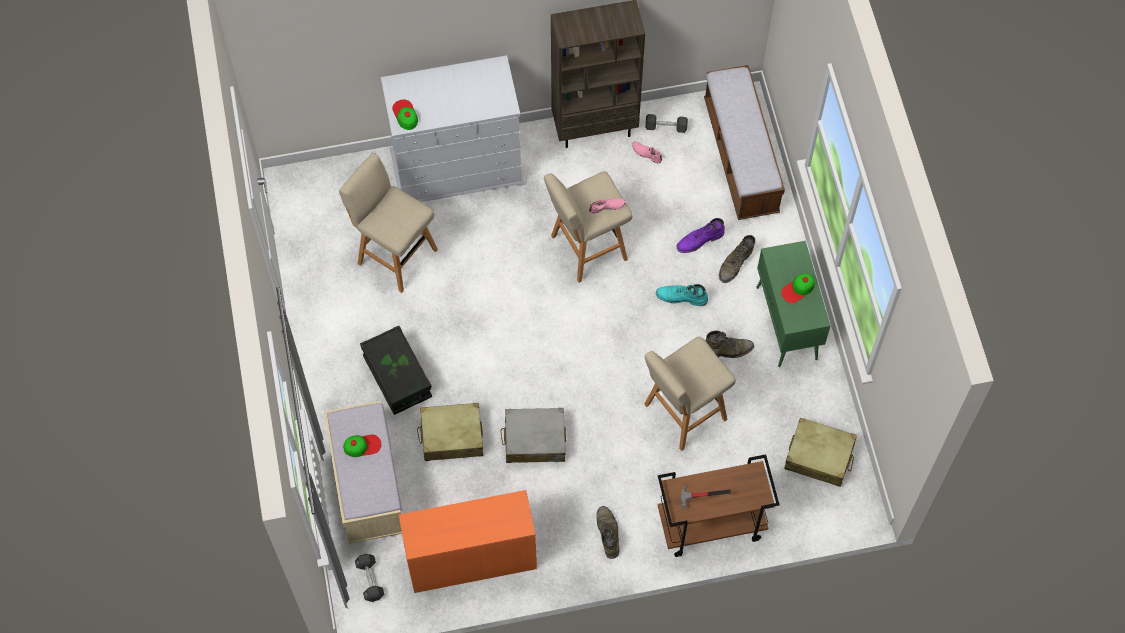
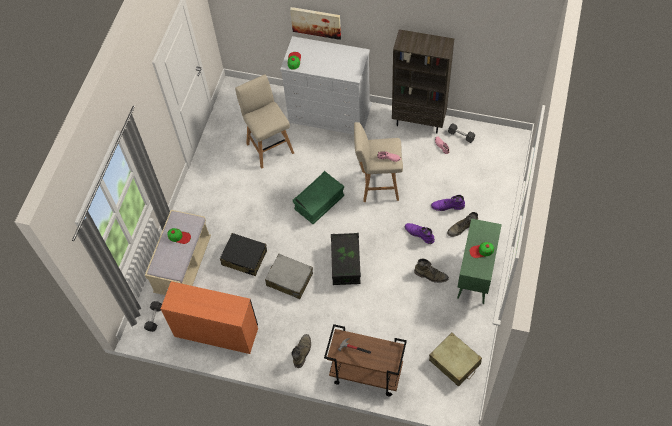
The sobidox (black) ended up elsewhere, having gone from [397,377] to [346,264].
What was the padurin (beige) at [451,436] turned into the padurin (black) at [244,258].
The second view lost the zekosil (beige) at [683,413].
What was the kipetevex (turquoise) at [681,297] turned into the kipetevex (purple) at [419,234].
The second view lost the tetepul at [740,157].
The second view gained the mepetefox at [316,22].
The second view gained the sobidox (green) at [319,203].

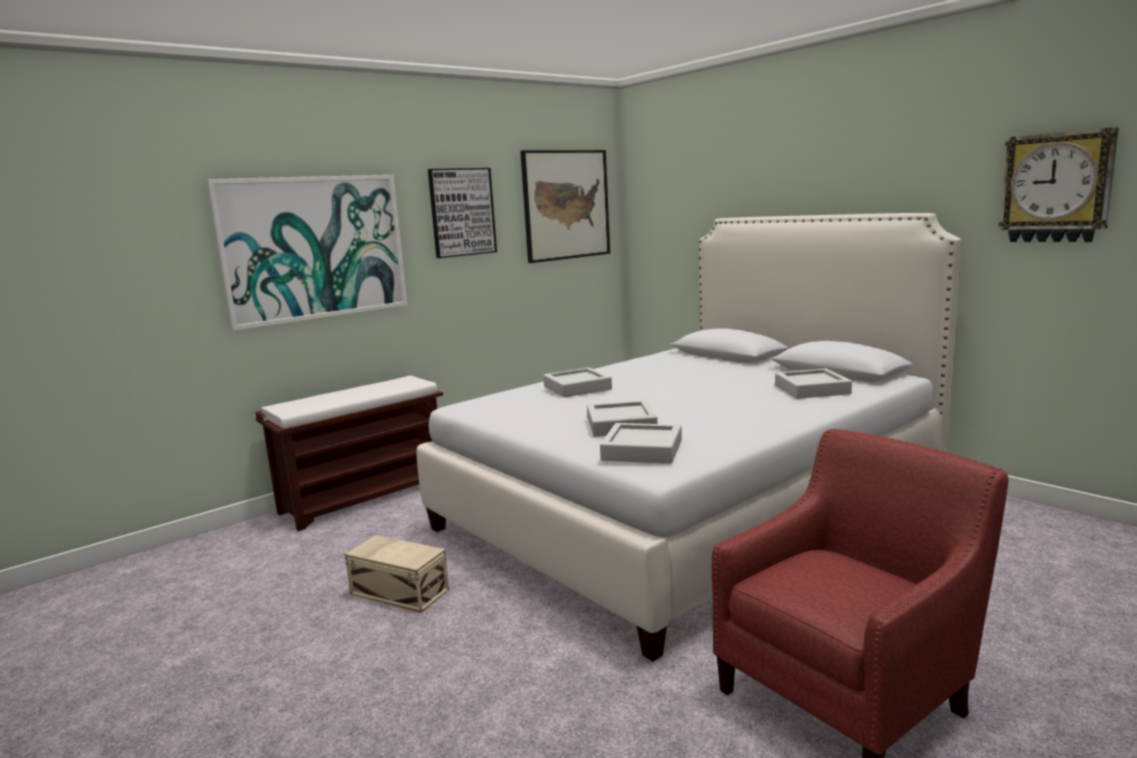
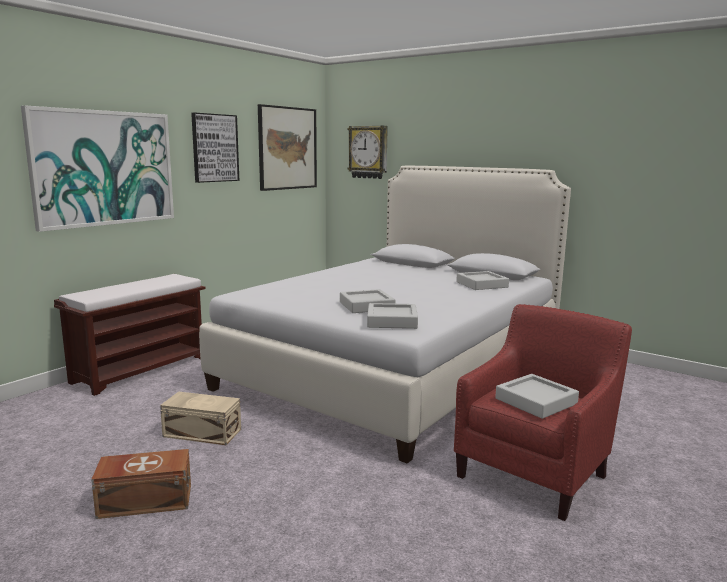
The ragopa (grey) ended up elsewhere, having gone from [577,388] to [536,401].
The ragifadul ended up elsewhere, having gone from [1056,188] to [368,152].
The second view gained the sobidox (brown) at [144,500].

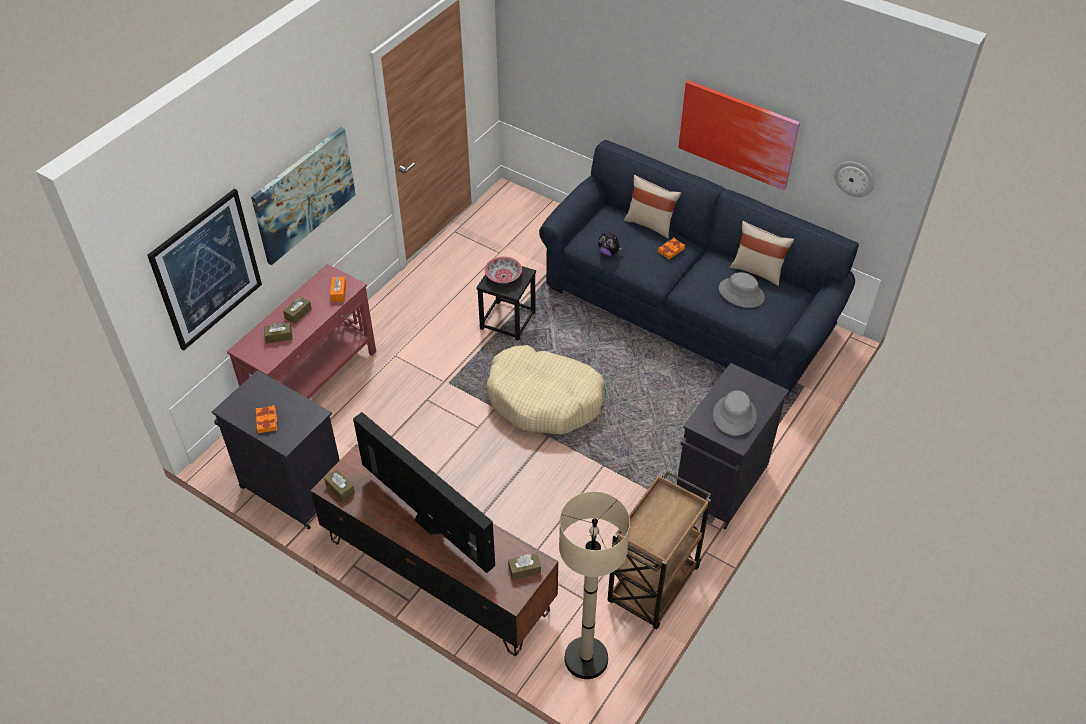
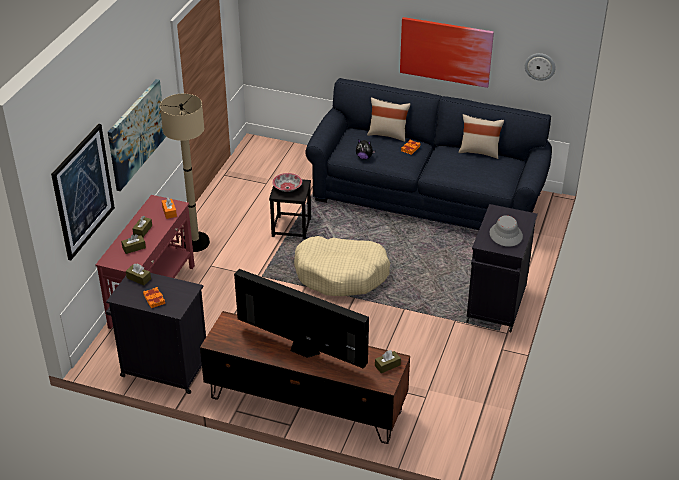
The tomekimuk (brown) ended up elsewhere, having gone from [340,489] to [138,278].
The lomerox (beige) ended up elsewhere, having gone from [586,658] to [195,243].
The second view lost the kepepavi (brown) at [652,587].
The second view lost the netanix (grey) at [741,293].

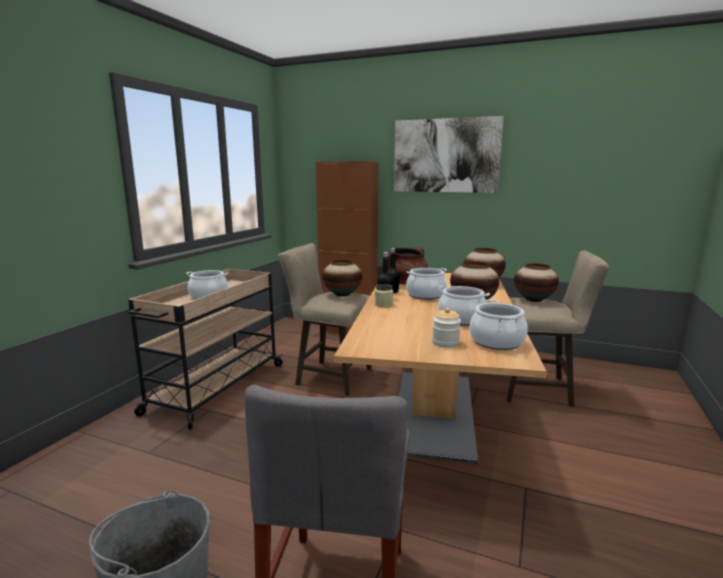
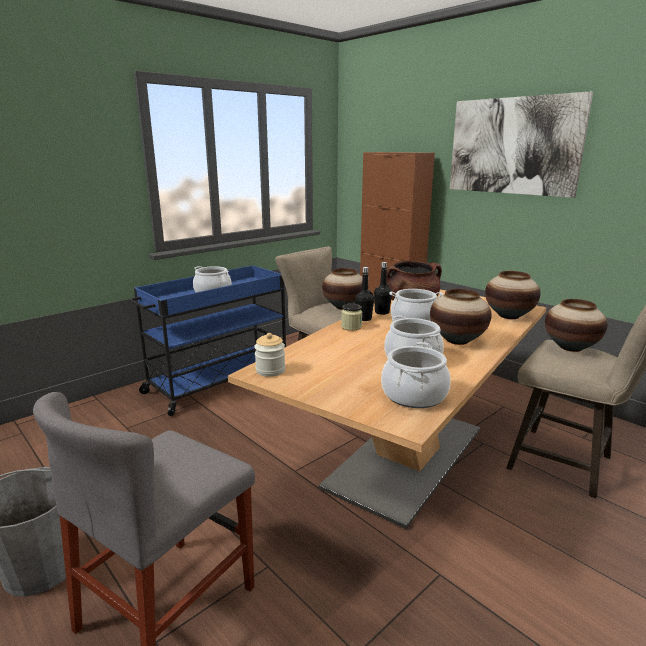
What was the kepepavi (beige) at [215,388] turned into the kepepavi (blue) at [218,382].
The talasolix ended up elsewhere, having gone from [445,343] to [270,370].

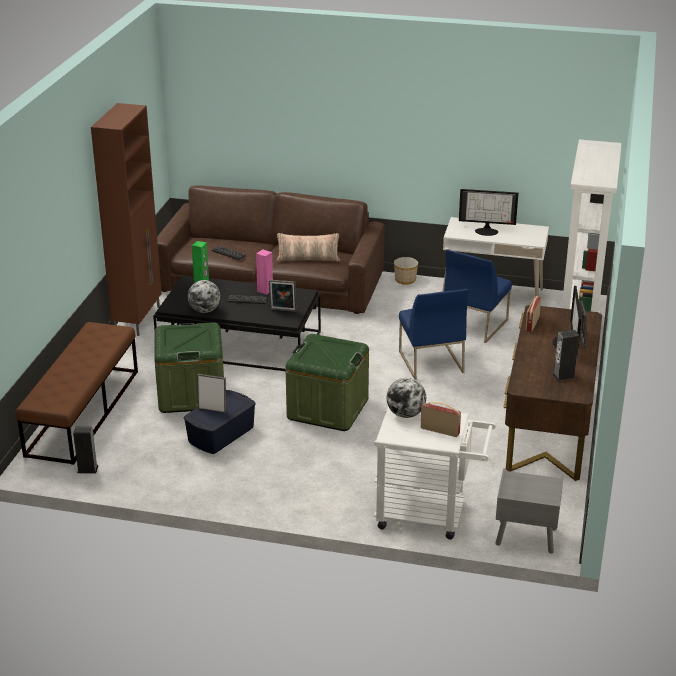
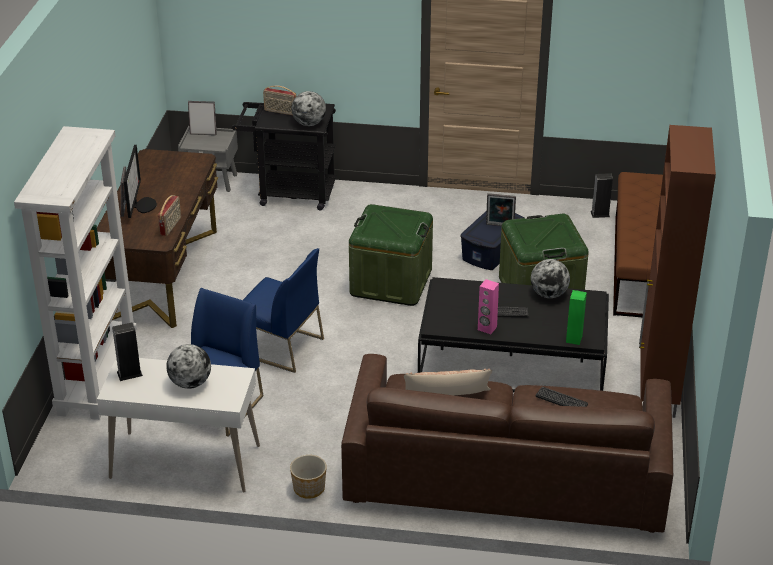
The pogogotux ended up elsewhere, having gone from [282,311] to [203,133].
What was the kepepavi (white) at [429,515] turned into the kepepavi (black) at [289,193].
The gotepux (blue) at [430,361] ended up facing another way, 135 degrees clockwise from before.
Where the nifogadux stood at [487,230], the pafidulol came to stand at [190,383].
The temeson ended up elsewhere, having gone from [564,376] to [129,374].

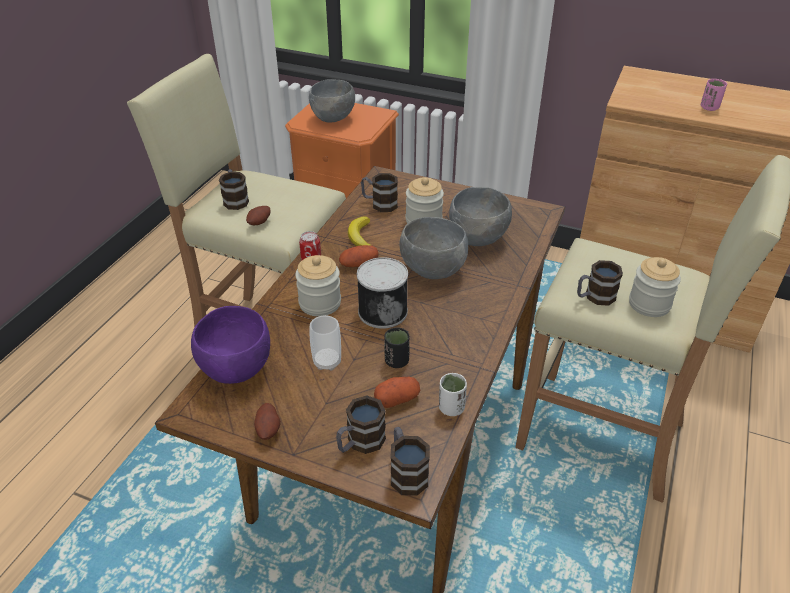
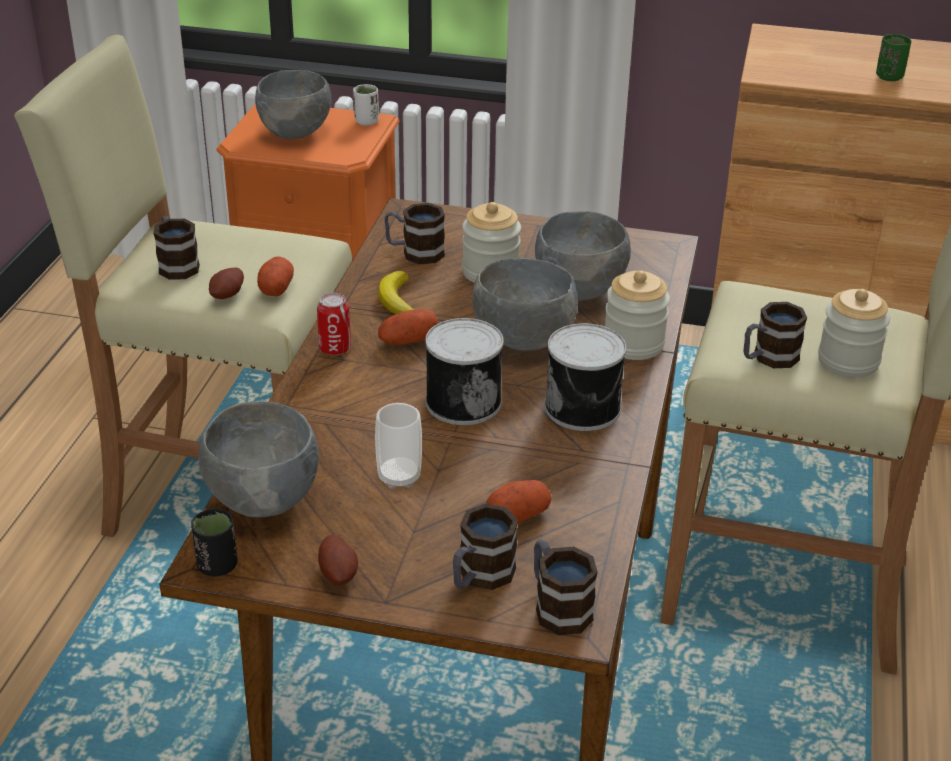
What was the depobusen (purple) at [236,369] turned into the depobusen (grey) at [262,500].
The talasolix ended up elsewhere, having gone from [320,303] to [633,344].
The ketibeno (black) ended up elsewhere, having gone from [396,361] to [217,566].
The ketibeno (white) ended up elsewhere, having gone from [451,408] to [366,121].
What was the ketibeno (pink) at [709,107] turned into the ketibeno (green) at [889,77].
The second view gained the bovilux at [276,288].
The second view gained the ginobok at [584,408].

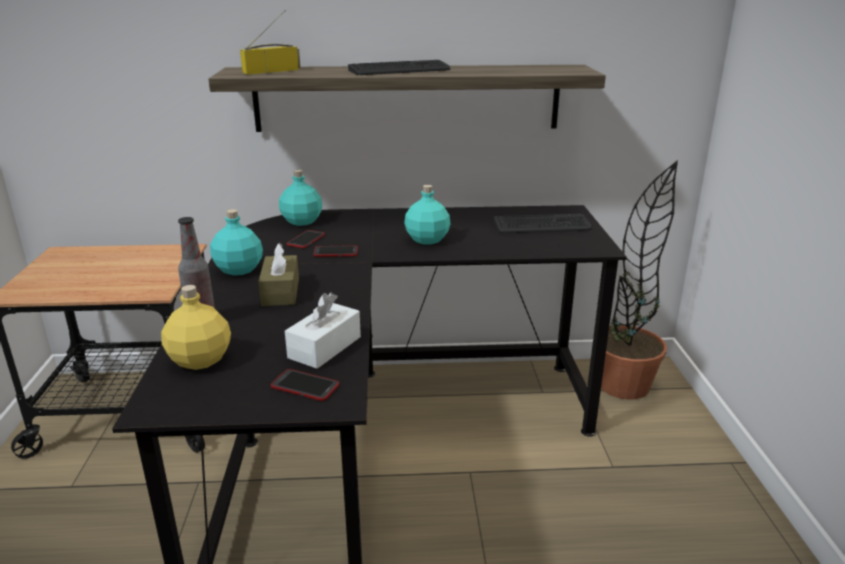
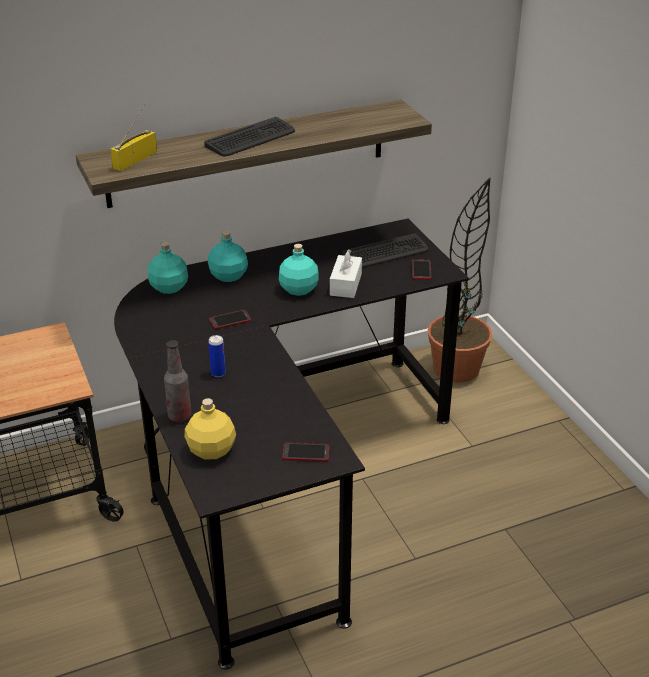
The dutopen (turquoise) ended up elsewhere, having gone from [239,270] to [229,276].
Where the tomekimuk (brown) stood at [280,291], the ginobok came to stand at [218,373].
The tomekimuk (white) ended up elsewhere, having gone from [325,347] to [345,284].
The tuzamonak ended up elsewhere, having gone from [306,240] to [421,270].

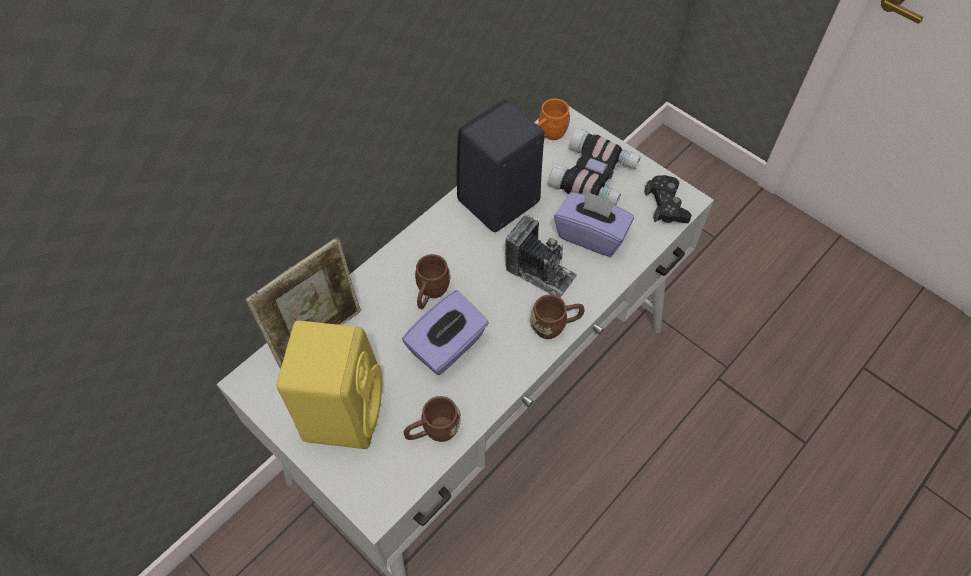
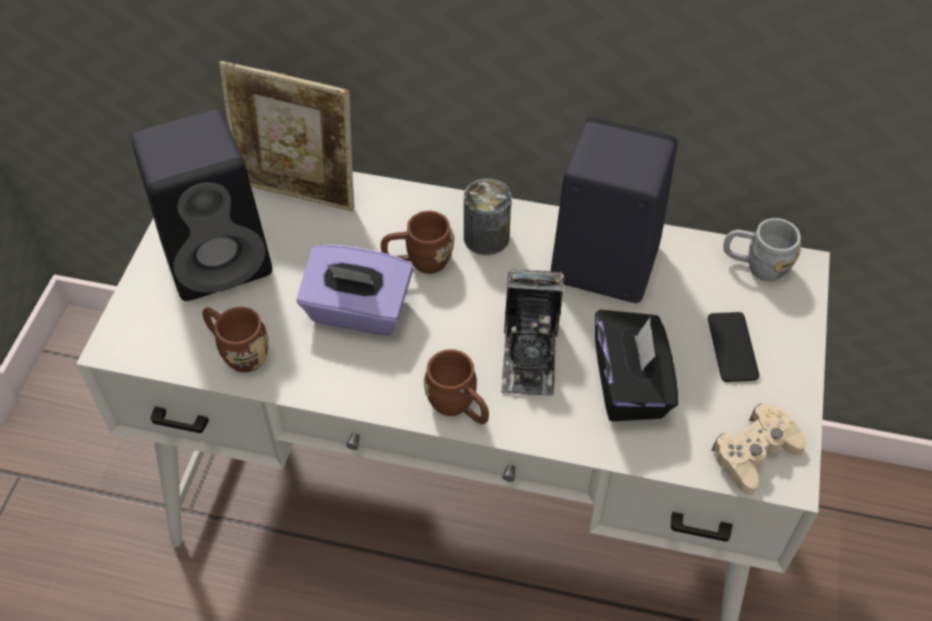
What was the temeson (yellow) at [343,409] turned into the temeson (black) at [221,257].
What was the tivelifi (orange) at [548,135] turned into the tivelifi (grey) at [755,265].
Where the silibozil stood at [595,176], the tuzamonak came to stand at [732,347].
What was the tomekimuk (purple) at [591,235] turned into the tomekimuk (black) at [630,385].
What was the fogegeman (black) at [666,205] turned into the fogegeman (beige) at [755,453].
The second view gained the ginobok at [486,237].

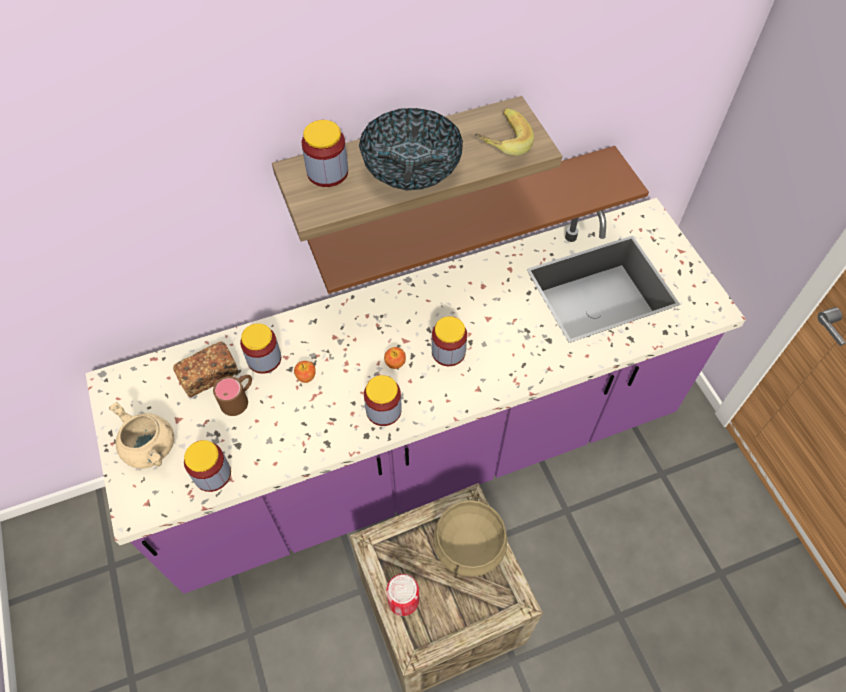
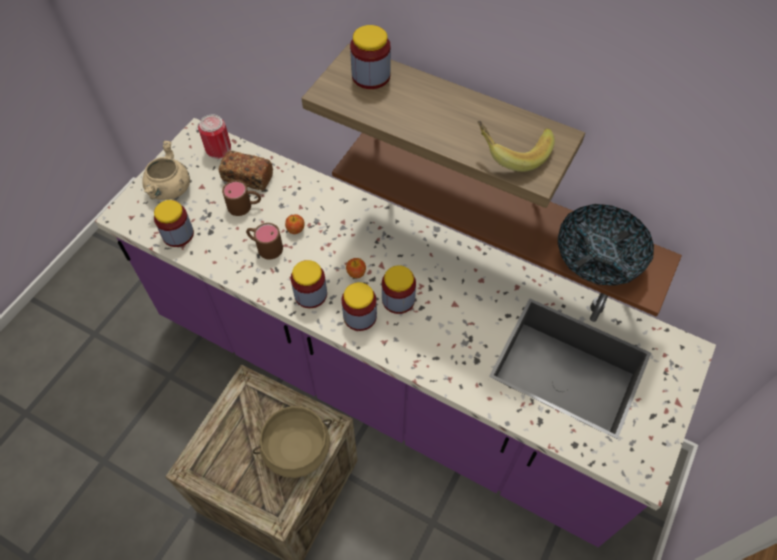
The talasolix ended up elsewhere, having gone from [264,359] to [360,316].
The depobusen ended up elsewhere, having gone from [411,170] to [597,260].
The ginobok ended up elsewhere, having gone from [403,600] to [218,149].
The second view gained the tivelifi (brown) at [265,246].

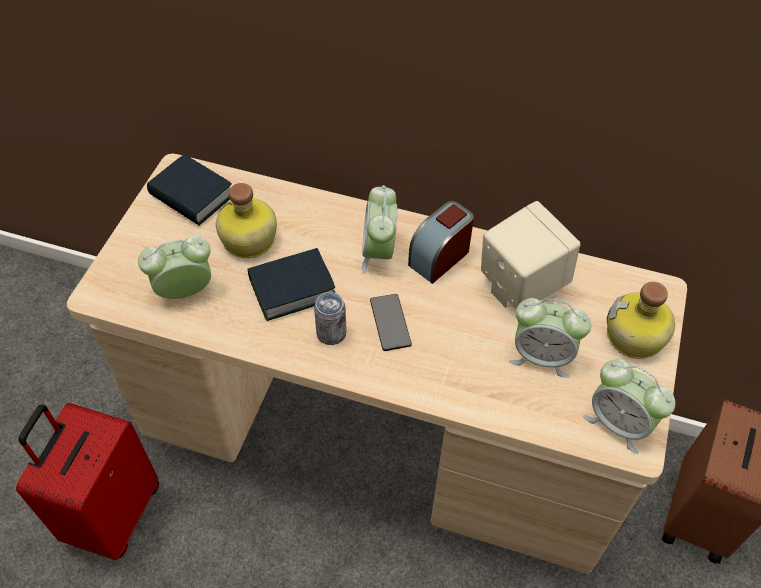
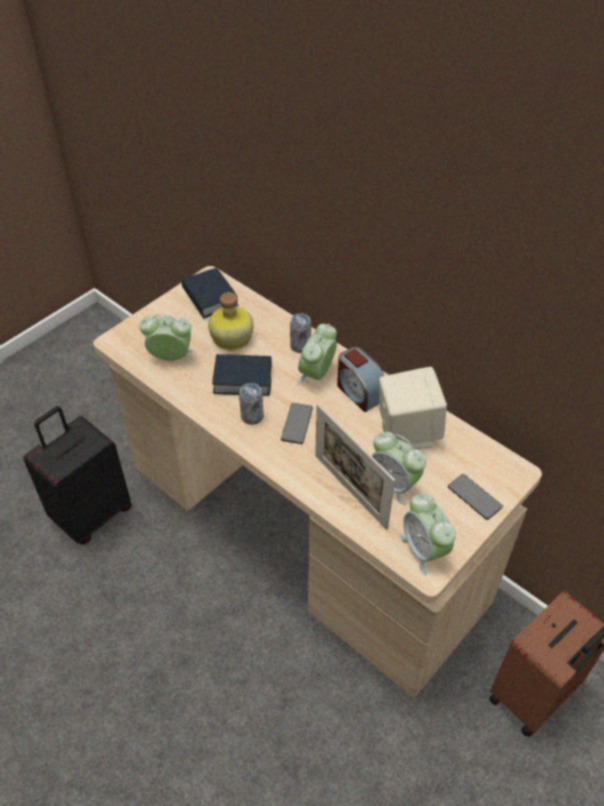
What was the padurin (red) at [112,514] turned into the padurin (black) at [91,514].
The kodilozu at [439,257] ended up facing another way, 105 degrees counterclockwise from before.
Where the dutopen stood at [635,338], the tuzamonak came to stand at [474,497].
The second view gained the ginobok at [300,346].
The second view gained the pogogotux at [350,491].

